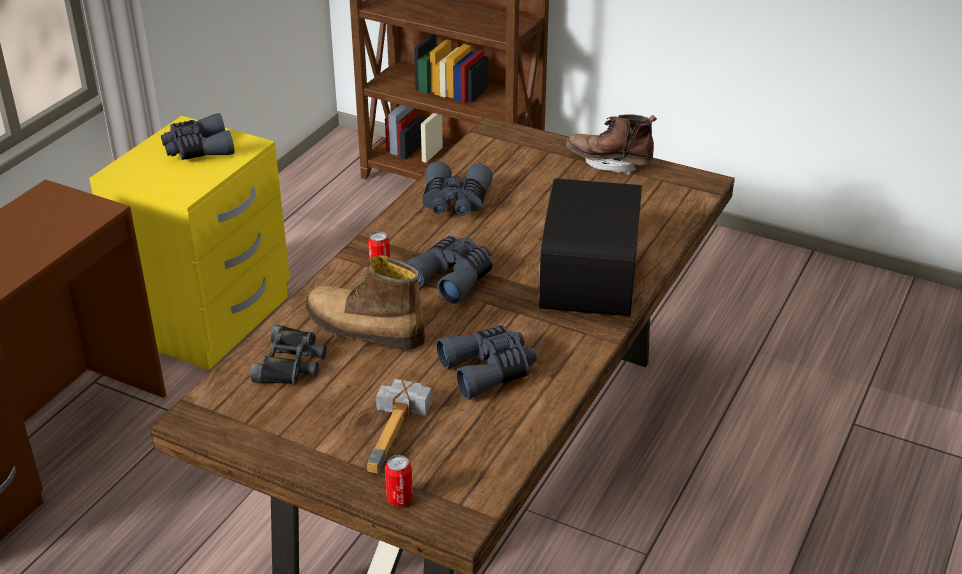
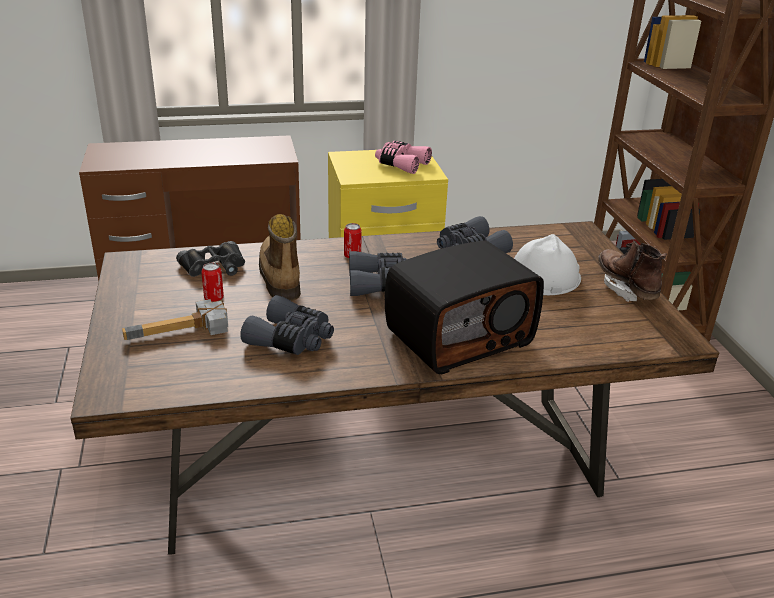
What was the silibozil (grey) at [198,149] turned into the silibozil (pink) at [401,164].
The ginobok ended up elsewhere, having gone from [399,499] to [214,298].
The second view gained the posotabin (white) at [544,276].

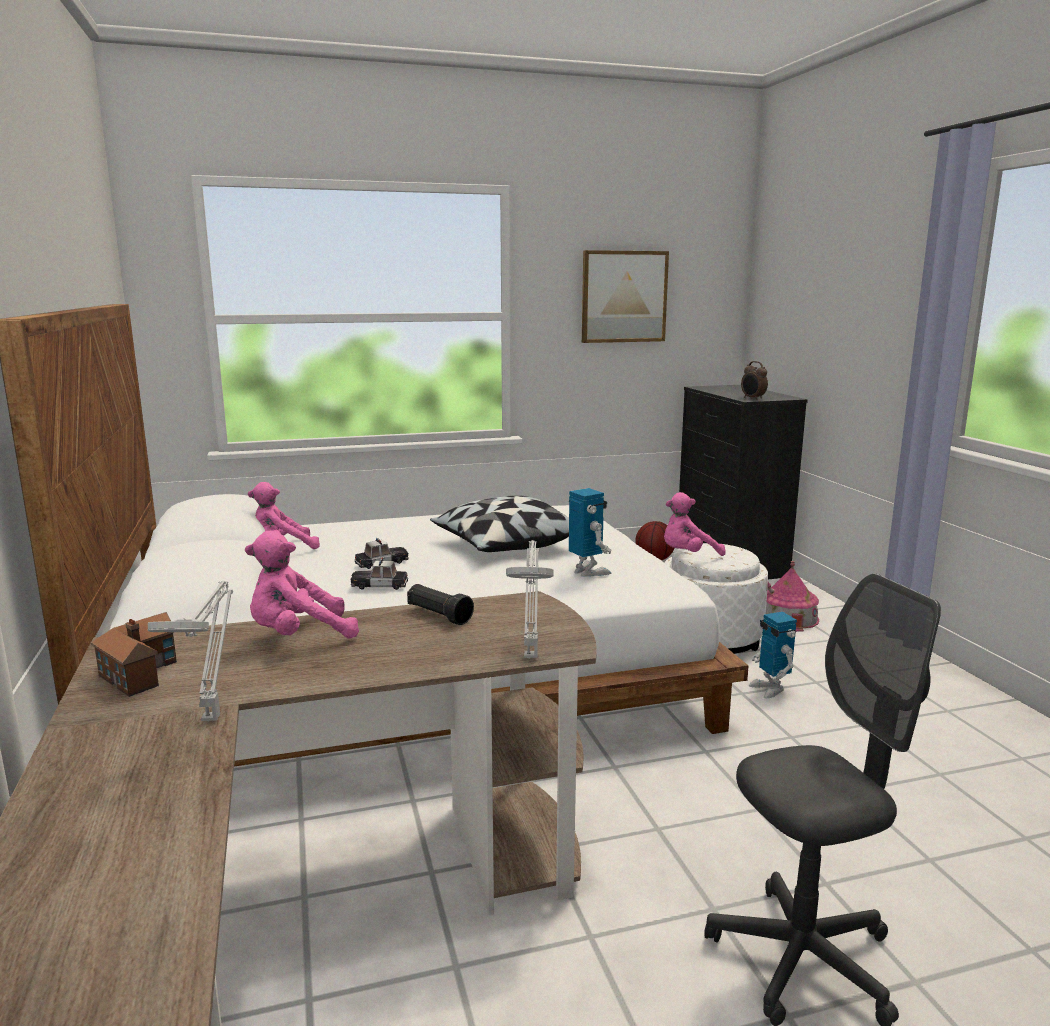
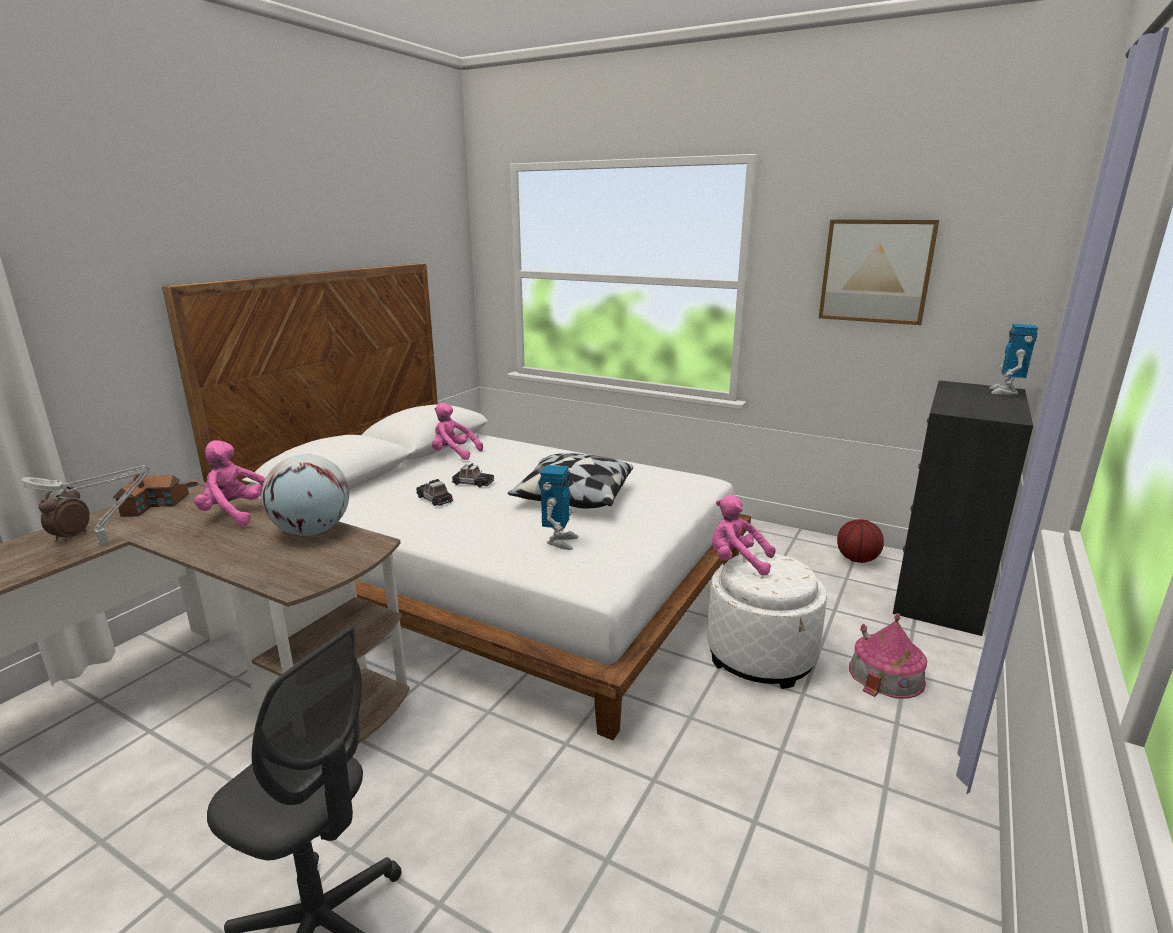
Where the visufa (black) stood at [438,615], the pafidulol came to stand at [312,531].
The second view lost the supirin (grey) at [531,655].
The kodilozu ended up elsewhere, having gone from [752,398] to [70,537].
The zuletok ended up elsewhere, having gone from [770,689] to [1005,392].

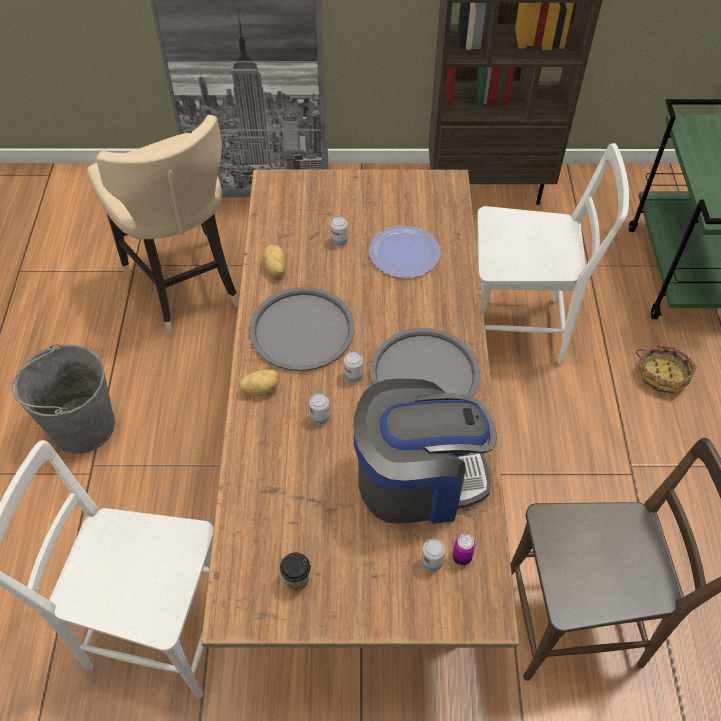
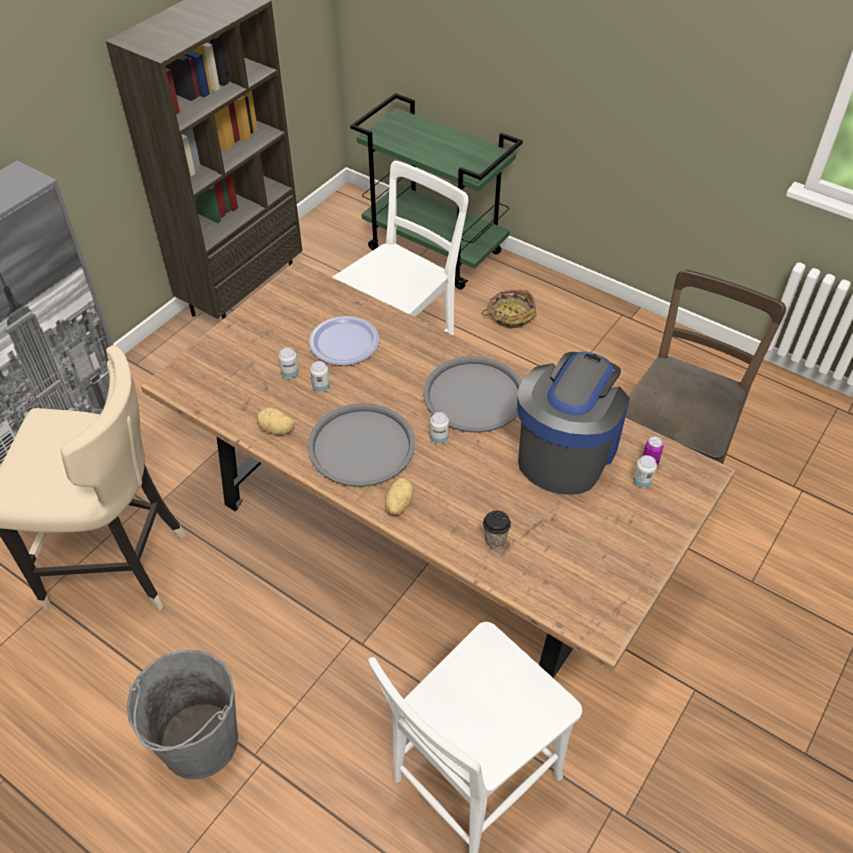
The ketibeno ended up elsewhere, having gone from [297,579] to [495,539].
The ginobok ended up elsewhere, having gone from [320,418] to [321,387].

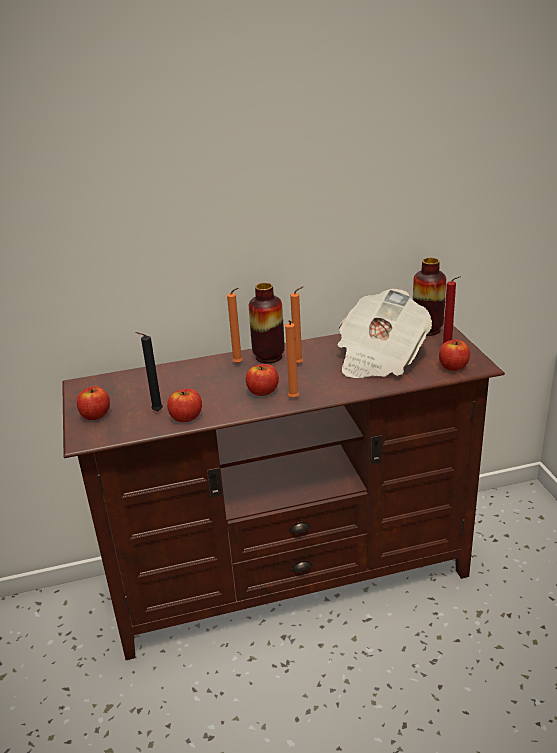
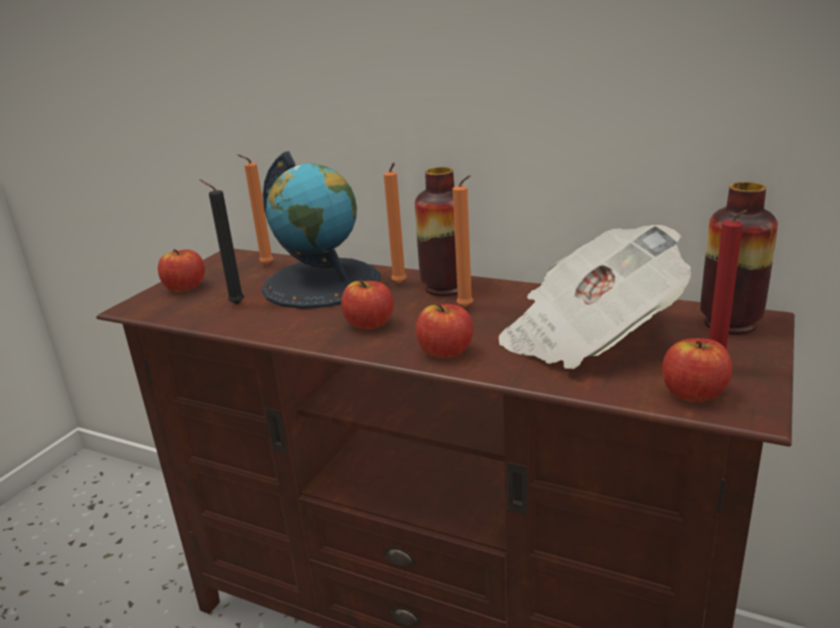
The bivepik ended up elsewhere, having gone from [186,417] to [445,351].
The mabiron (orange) ended up elsewhere, having gone from [293,399] to [265,265].
The second view gained the pafidulol at [322,283].

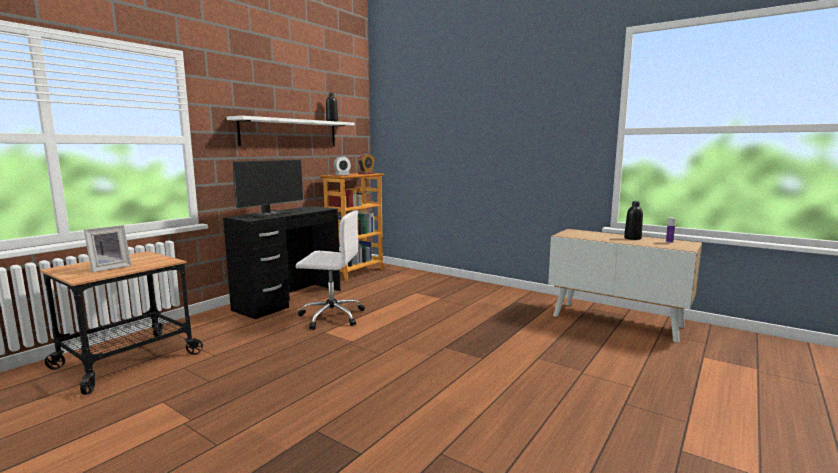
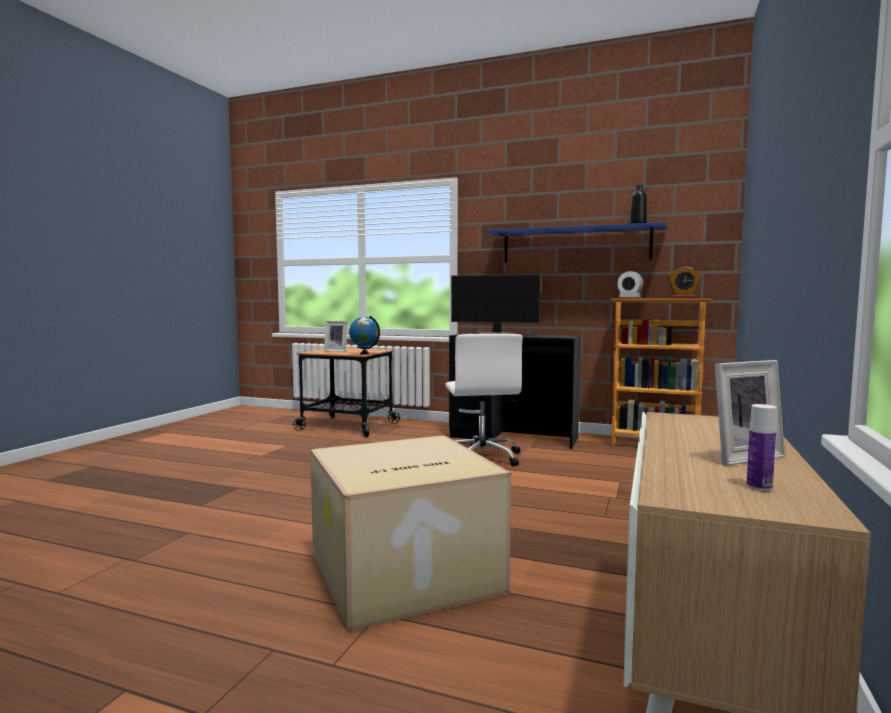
What was the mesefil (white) at [290,133] turned into the mesefil (blue) at [575,245].
Where the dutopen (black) stood at [632,238], the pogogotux came to stand at [740,457].
The second view gained the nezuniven at [402,574].
The second view gained the pafidulol at [364,354].

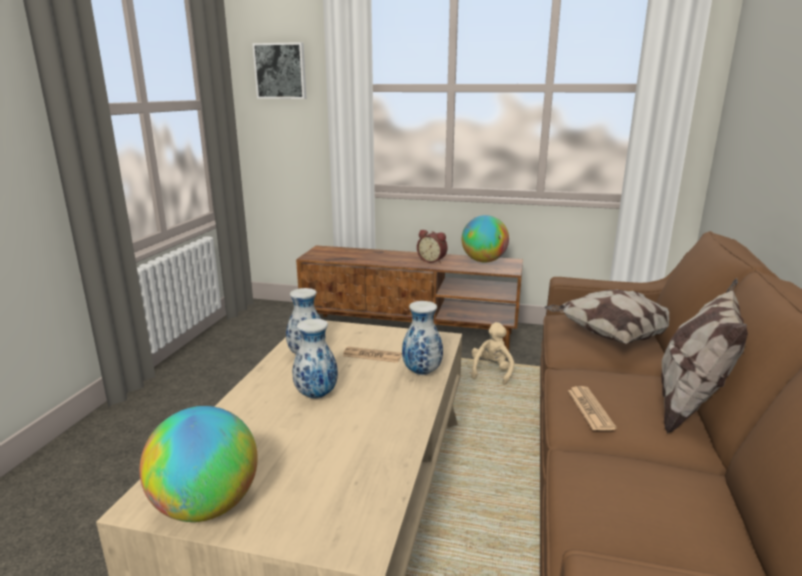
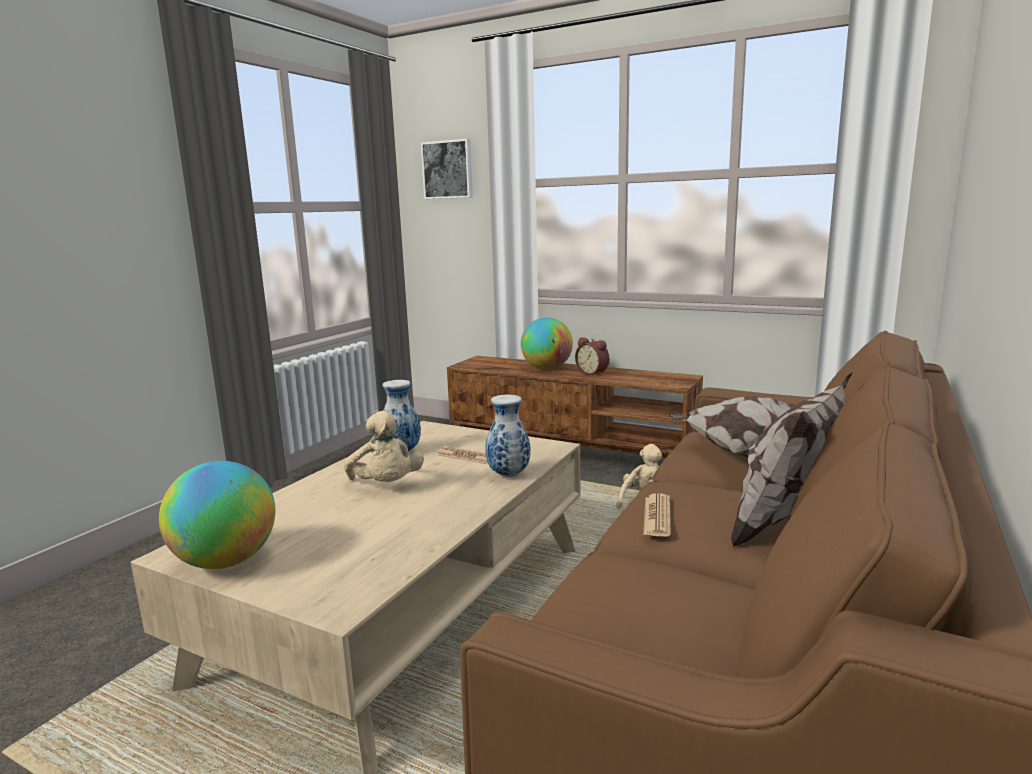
Where the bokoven stood at [316,395], the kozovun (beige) came to stand at [386,486].
The pafidulol ended up elsewhere, having gone from [484,261] to [547,368].

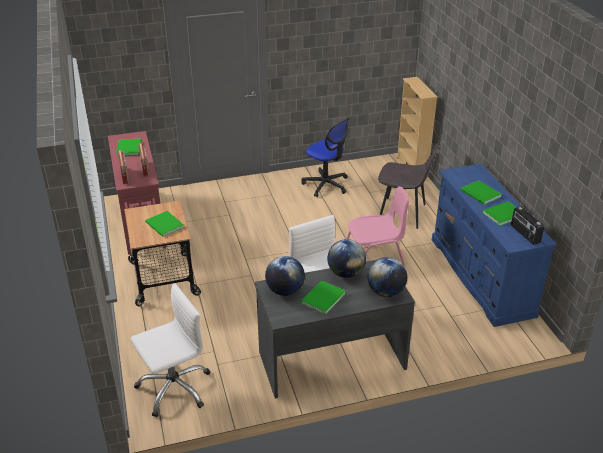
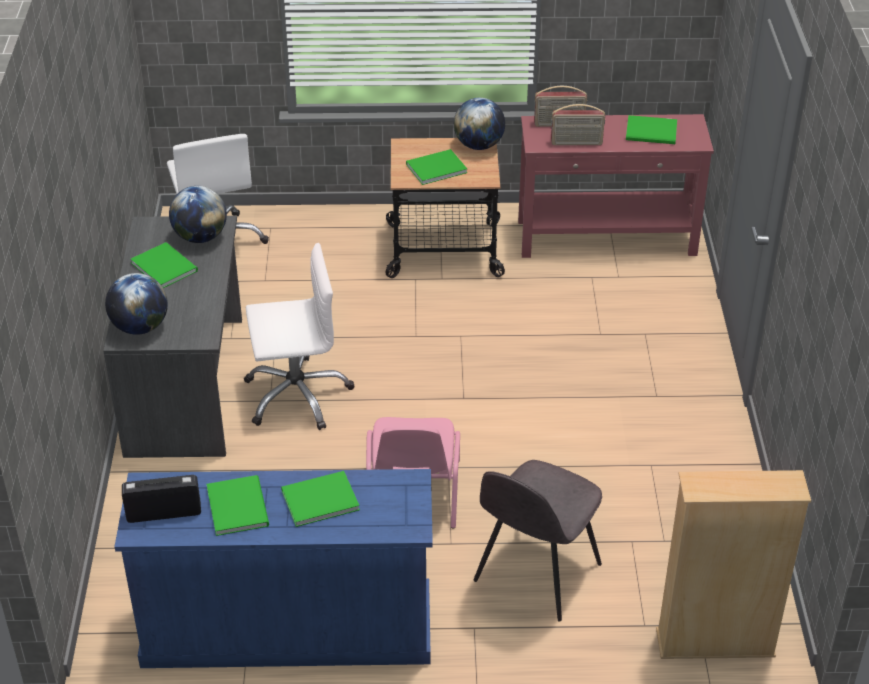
The second view lost the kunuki at [326,185].
The pafidulol ended up elsewhere, having gone from [346,273] to [478,145].

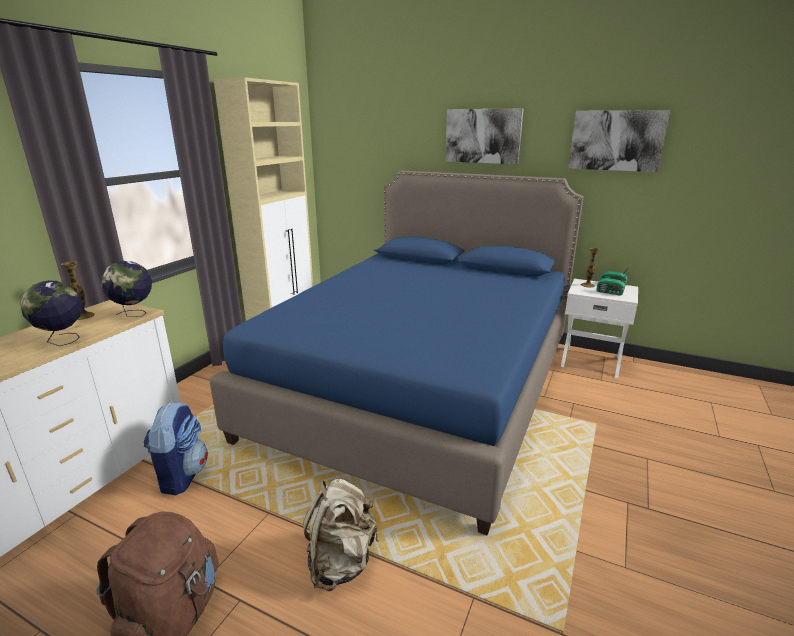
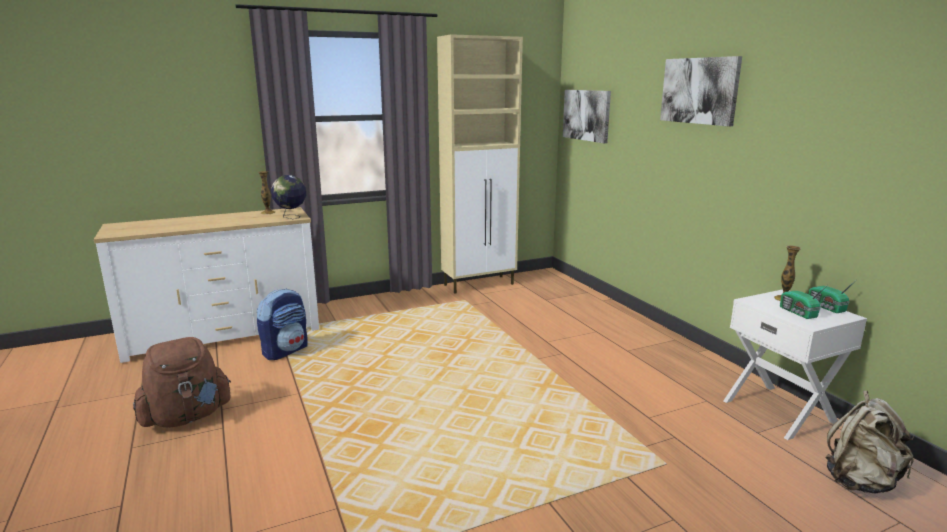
The second view lost the pafidulol at [63,341].
The second view lost the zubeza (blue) at [421,386].
The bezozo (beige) ended up elsewhere, having gone from [341,562] to [861,481].
The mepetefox ended up elsewhere, having gone from [616,140] to [586,115].

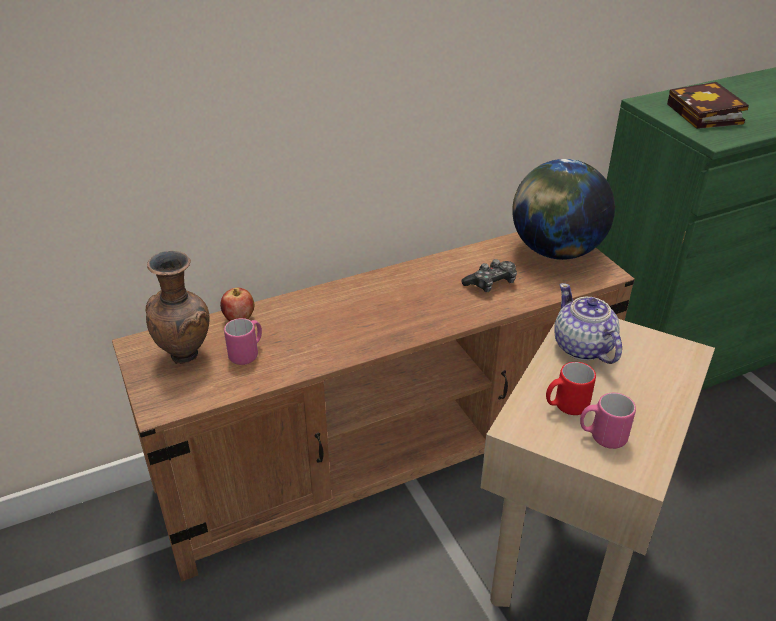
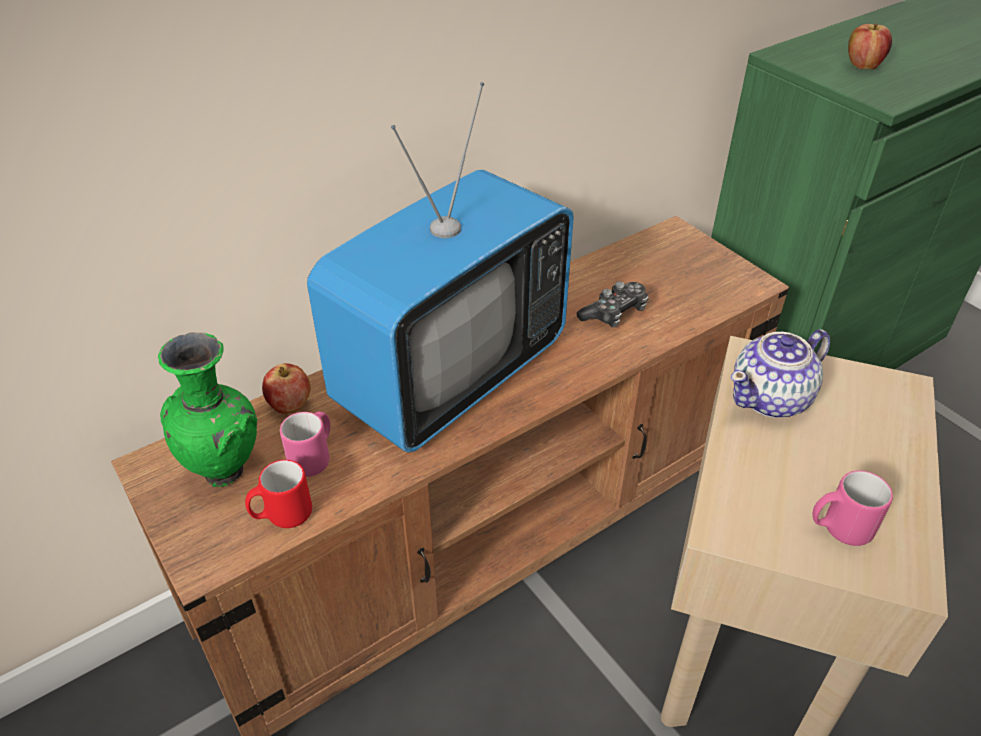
What was the bokoven (brown) at [187,355] turned into the bokoven (green) at [227,472].
The second view lost the pafidulol at [555,251].
The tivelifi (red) ended up elsewhere, having gone from [565,406] to [282,516].
The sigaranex at [582,348] ended up facing another way, 90 degrees counterclockwise from before.
Where the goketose stood at [707,115], the bivepik came to stand at [863,66].
The second view gained the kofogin at [451,375].

